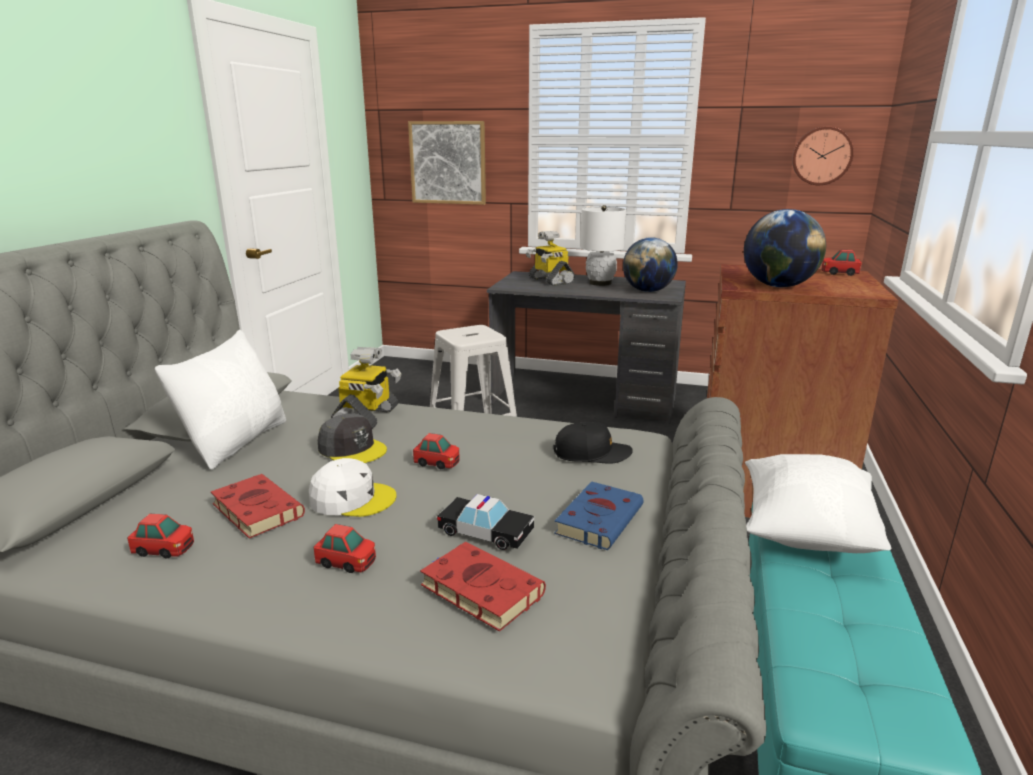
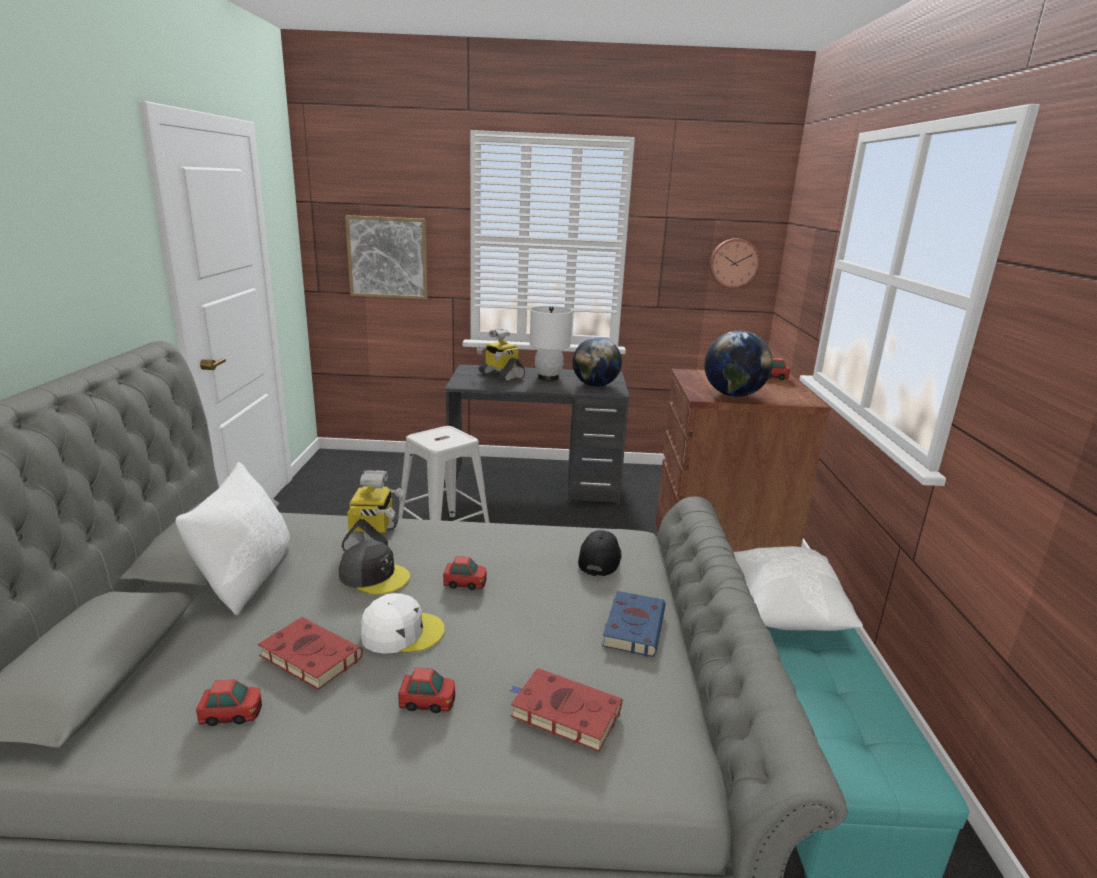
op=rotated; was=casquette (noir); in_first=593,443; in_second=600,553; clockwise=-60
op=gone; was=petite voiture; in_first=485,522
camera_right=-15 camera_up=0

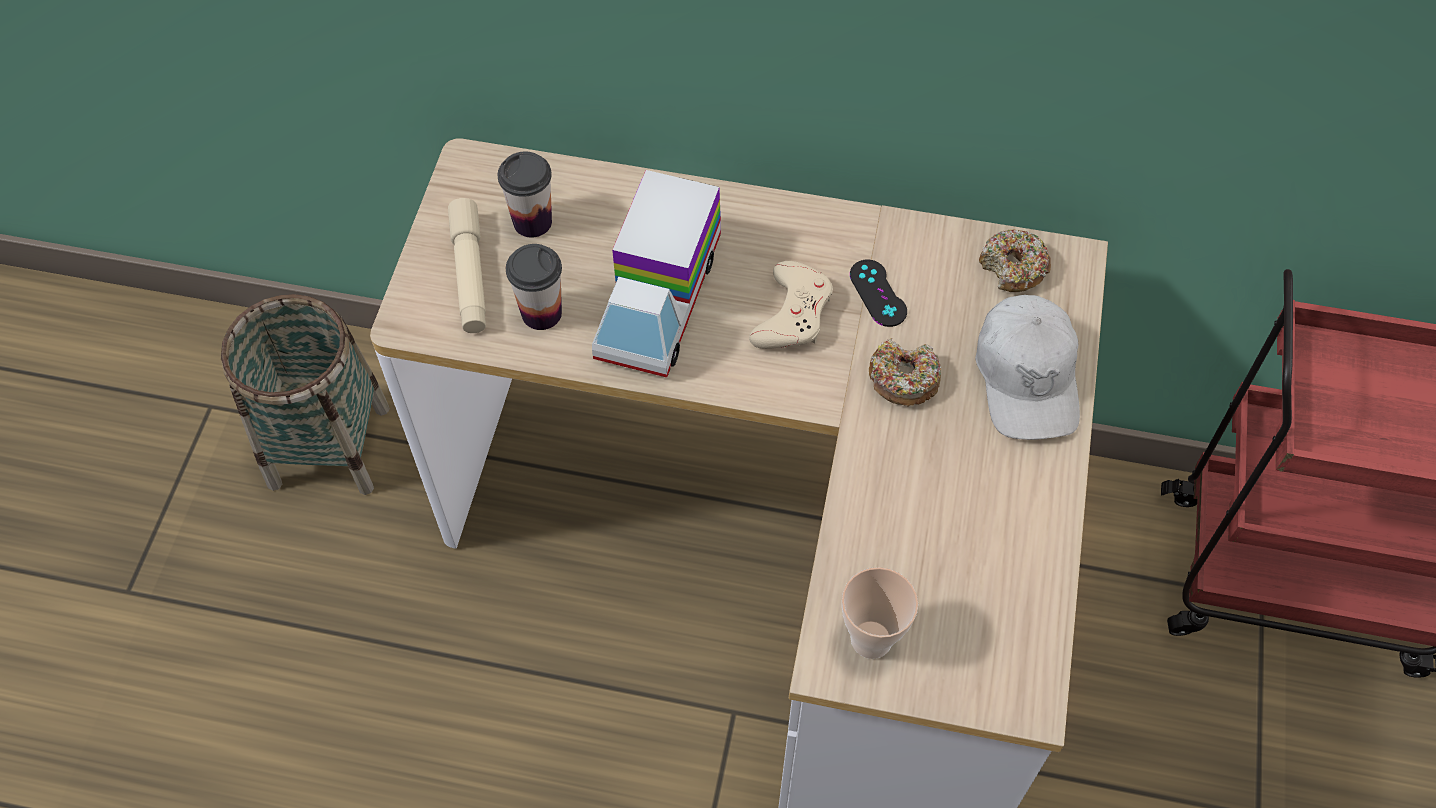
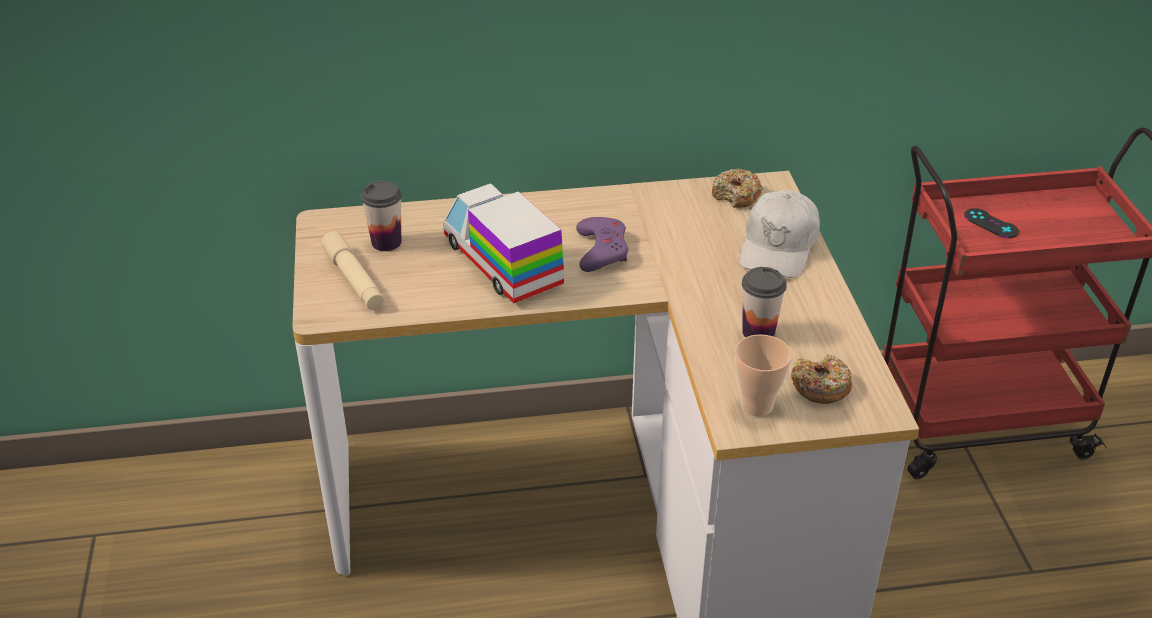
op=rotated; was=camion jouet; in_first=656,274; in_second=503,243; clockwise=150
op=repainted; was=manette (beige); now=manette (violet); in_first=791,305; in_second=602,244
op=rotated; was=casquette (blanc); in_first=1027,367; in_second=779,234; clockwise=45
op=shifted; was=tasse; in_first=534,287; in_second=764,302
op=shifted; was=beignet; in_first=905,372; in_second=821,379
op=shifted; was=manette (noir); in_first=878,293; in_second=991,223
op=gone; was=panier; in_first=305,394
camera_right=-20 camera_up=-20

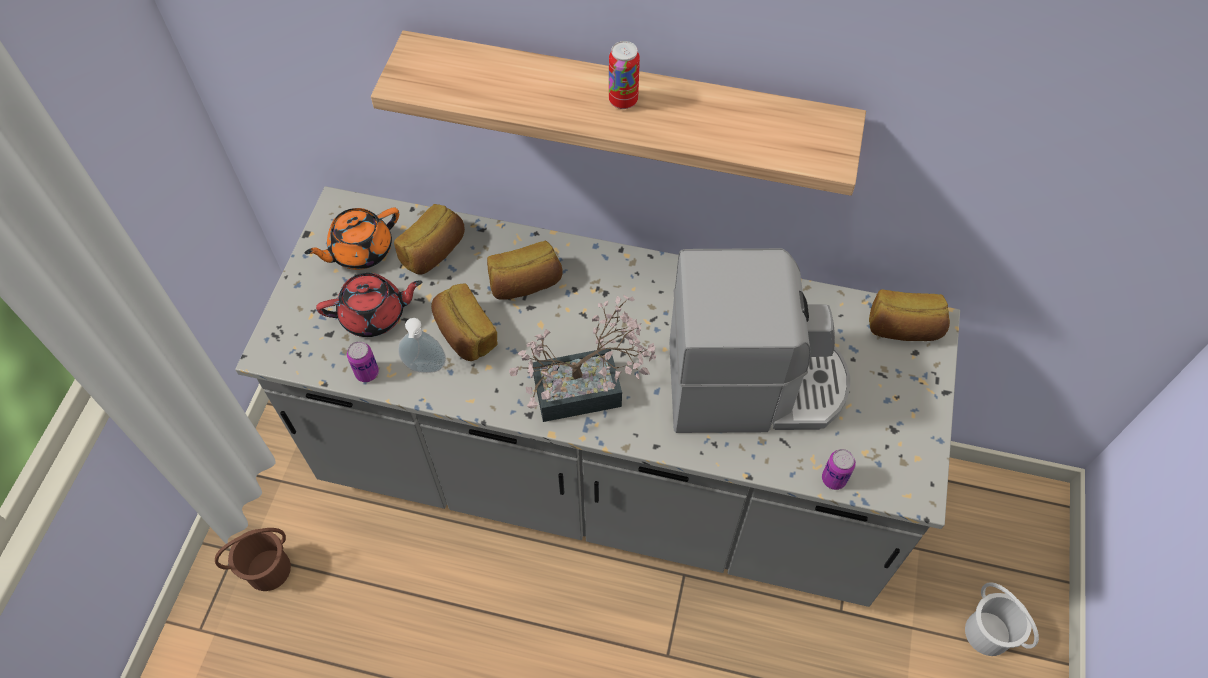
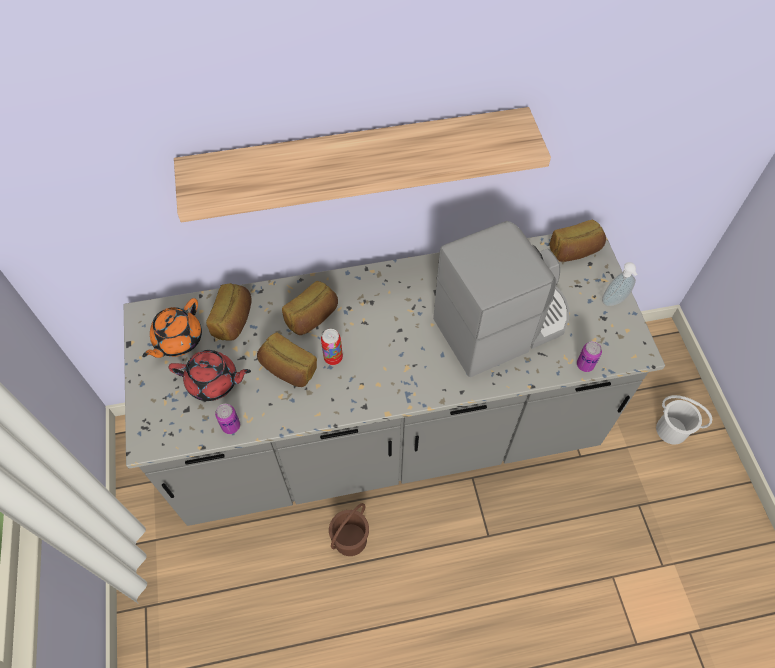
op=rotated; was=théière (rouge); in_first=369,305; in_second=210,375; clockwise=45
op=shifted; was=boîte métallique; in_first=624,75; in_second=332,347
op=shifted; was=seau (marron); in_first=253,559; in_second=349,529
op=shifted; was=distributeur de savon; in_first=422,345; in_second=620,284
op=gone; was=plante en pot; in_first=582,358
camera_right=-25 camera_up=0

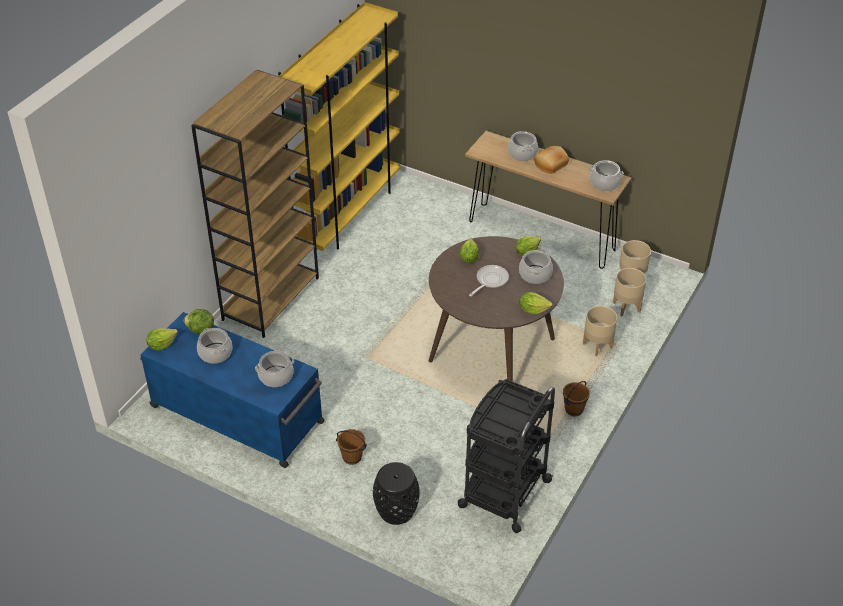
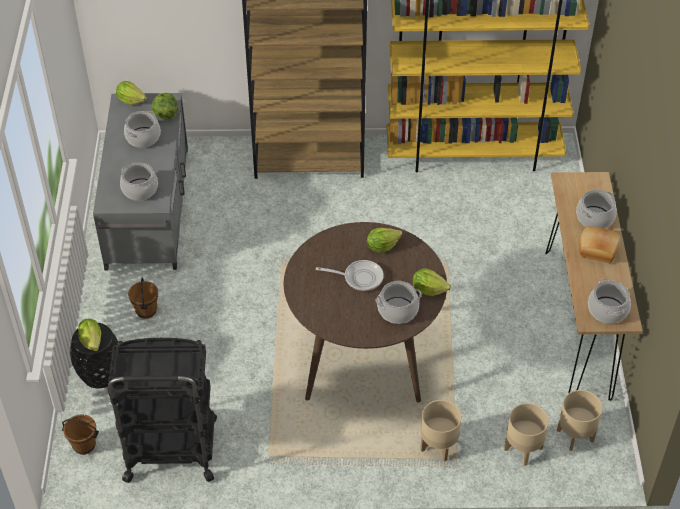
op=shifted; was=seau (marron); in_first=576,398; in_second=80,434
op=shifted; was=laitue; in_first=536,303; in_second=89,335
op=repainted; was=meuble de rangement (bleu); now=meuble de rangement (gris); in_first=232,390; in_second=140,182
camera_right=60 camera_up=5

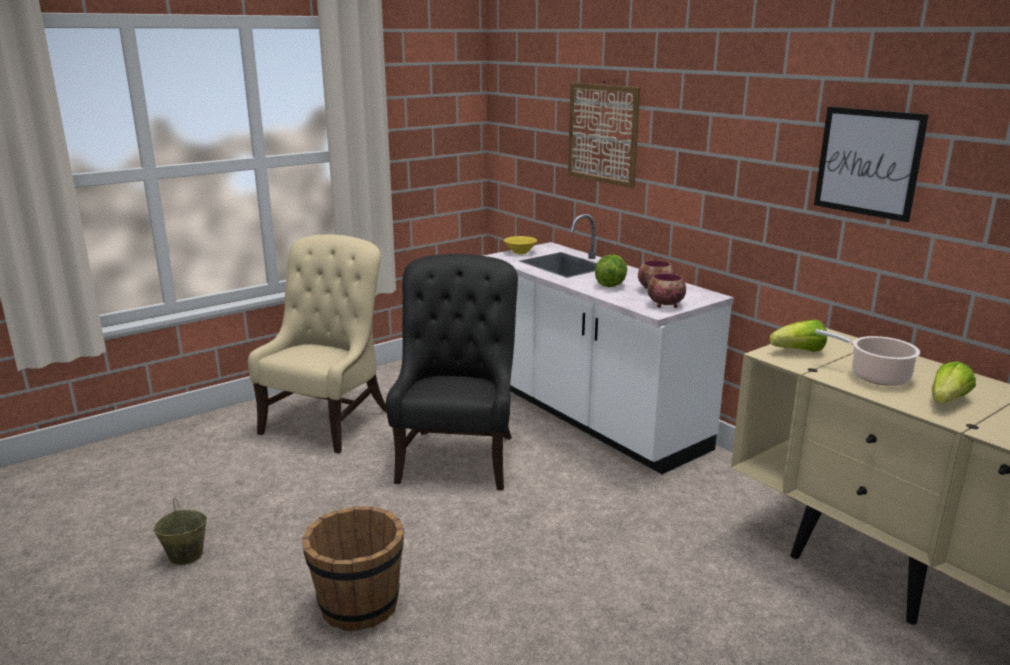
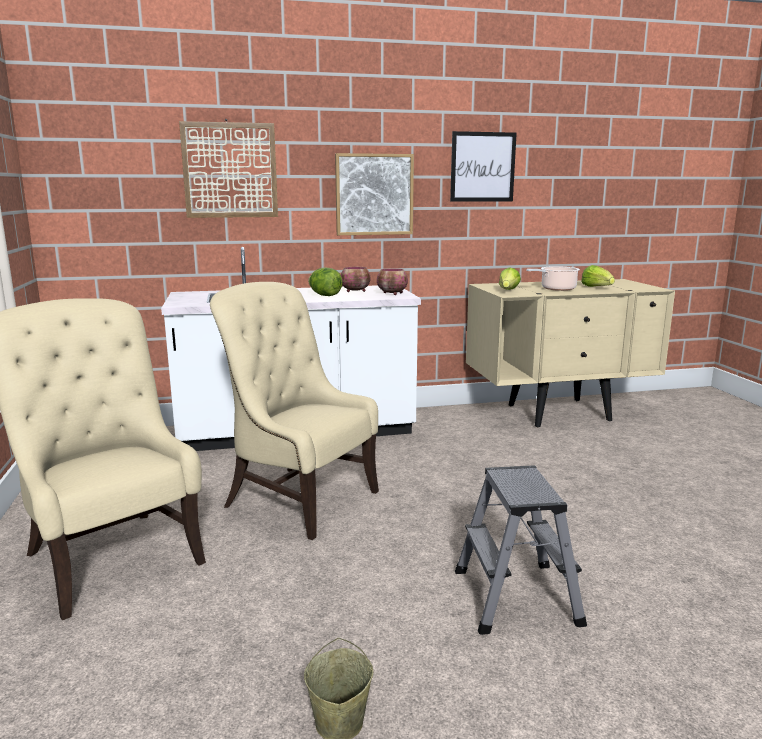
op=repainted; was=chaise (noir); now=chaise (beige); in_first=452,372; in_second=294,411
op=new; now=tableau; in_second=374,194
op=swapped; was=seau (marron); now=escabeau (gris); in_first=353,568; in_second=521,550
op=gone; was=bol (jaune); in_first=520,245
camera_right=-65 camera_up=-5

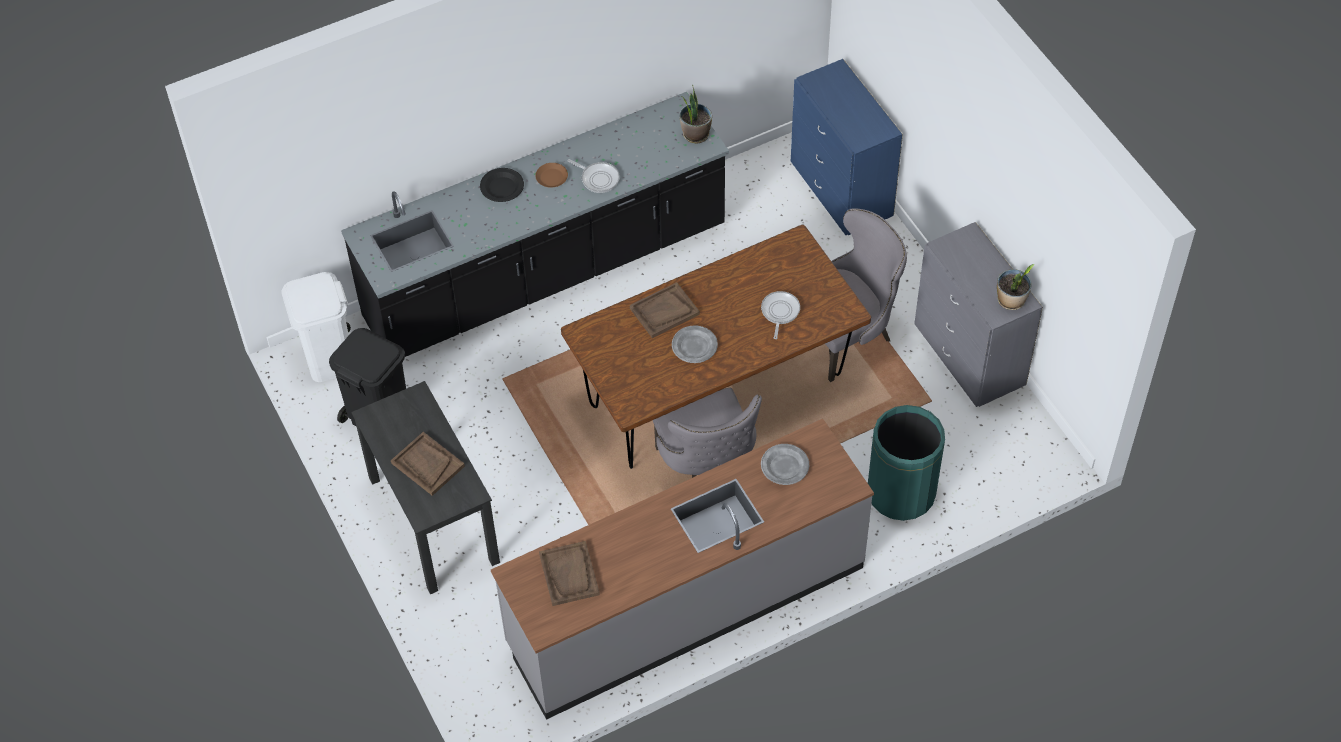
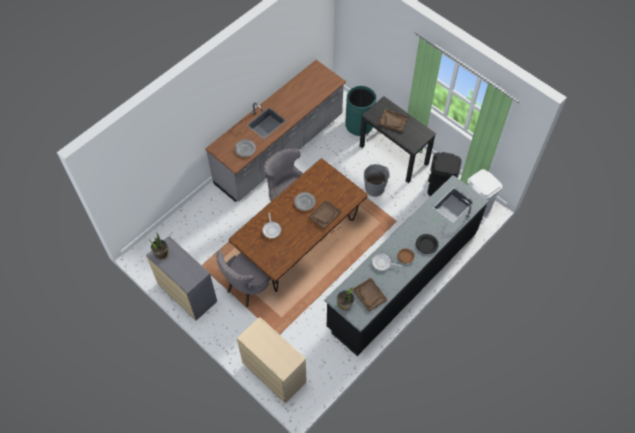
op=repainted; was=commode (bleu); now=commode (beige); in_first=847,147; in_second=272,360
op=shifted; was=poubelle (vert); in_first=906,463; in_second=360,111
op=shifted; was=plateau (marron); in_first=569,573; in_second=369,295
op=new; now=seau (gris); in_second=376,180
camera_right=160 camera_up=5

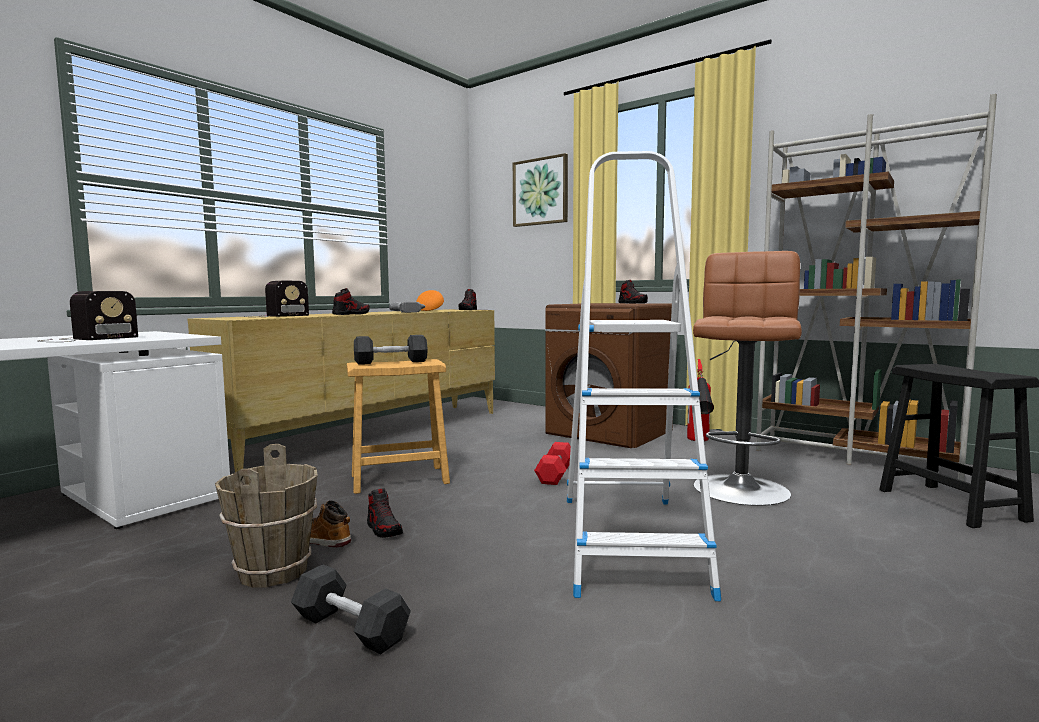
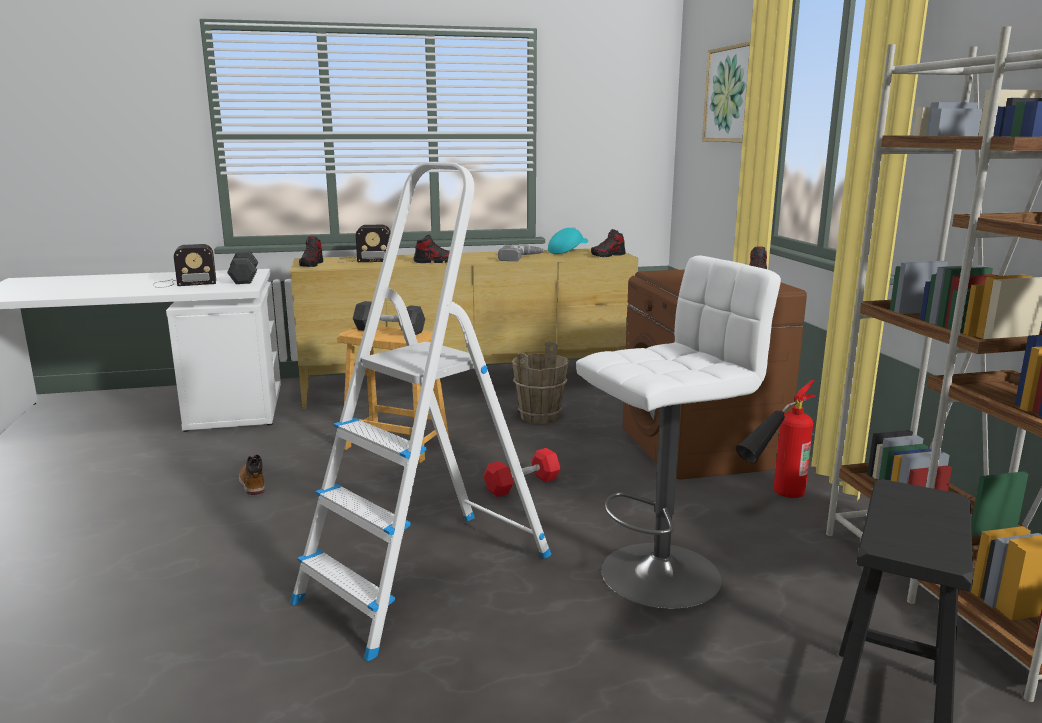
op=shifted; was=haltère (noir); in_first=351,609; in_second=242,267
op=shifted; was=chaussure; in_first=385,513; in_second=311,251
op=shifted; was=seau (marron); in_first=266,516; in_second=540,382
op=repainted; was=casquette (orange); now=casquette (turquoise); in_first=430,300; in_second=568,240
op=repainted; was=tabouret (marron); now=tabouret (blanc); in_first=747,378; in_second=678,432
camera_right=40 camera_up=10

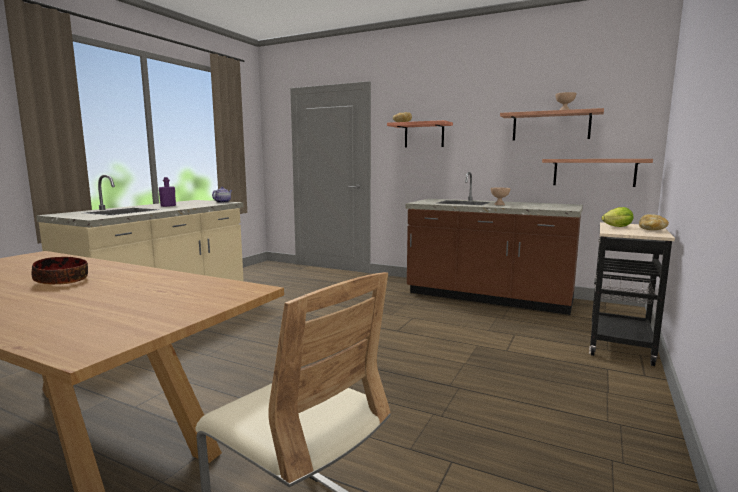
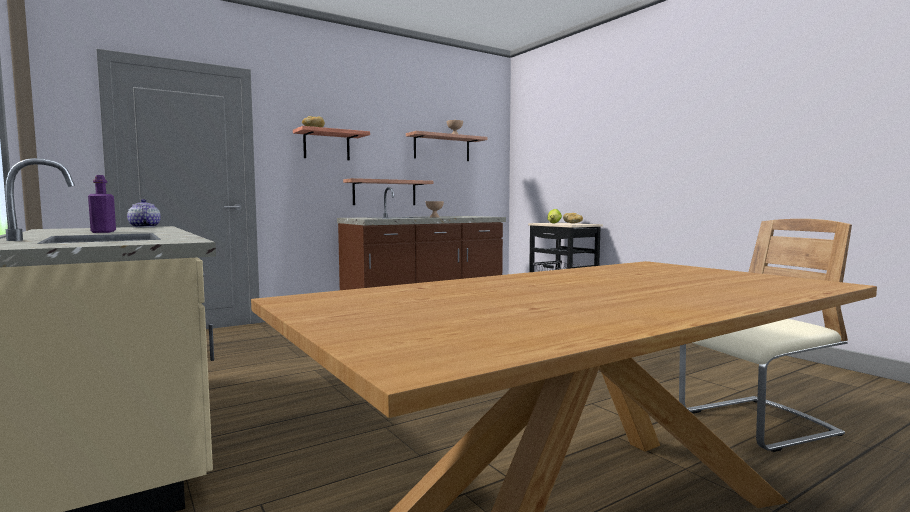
op=shifted; was=étagère; in_first=597,173; in_second=388,191
op=gone; was=bol; in_first=59,271
camera_right=-60 camera_up=-5

